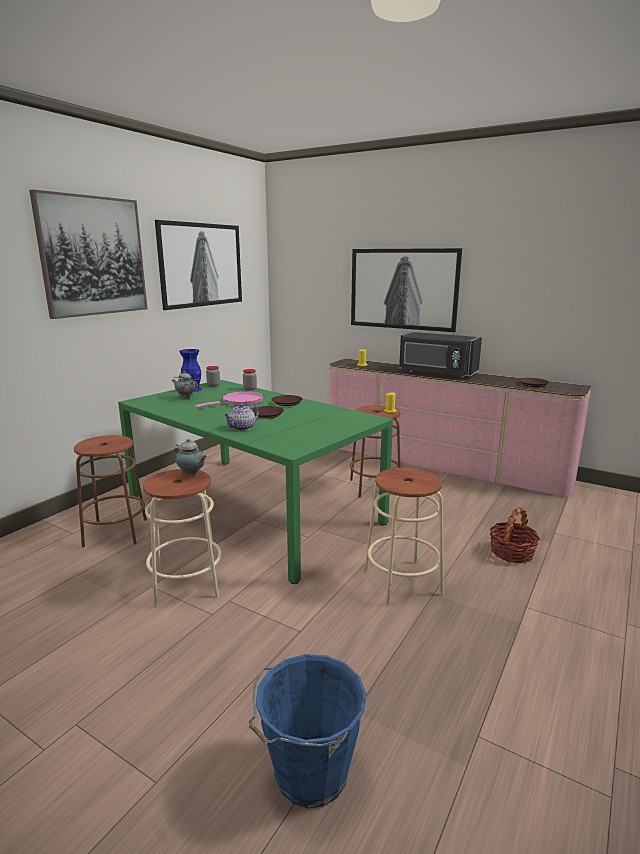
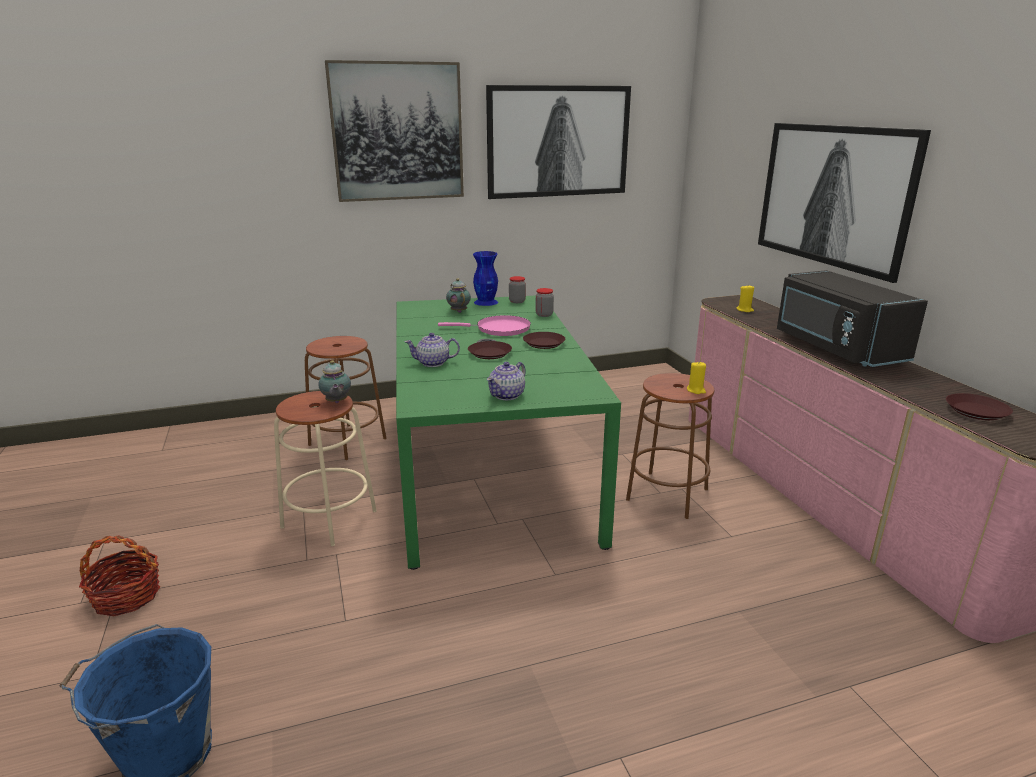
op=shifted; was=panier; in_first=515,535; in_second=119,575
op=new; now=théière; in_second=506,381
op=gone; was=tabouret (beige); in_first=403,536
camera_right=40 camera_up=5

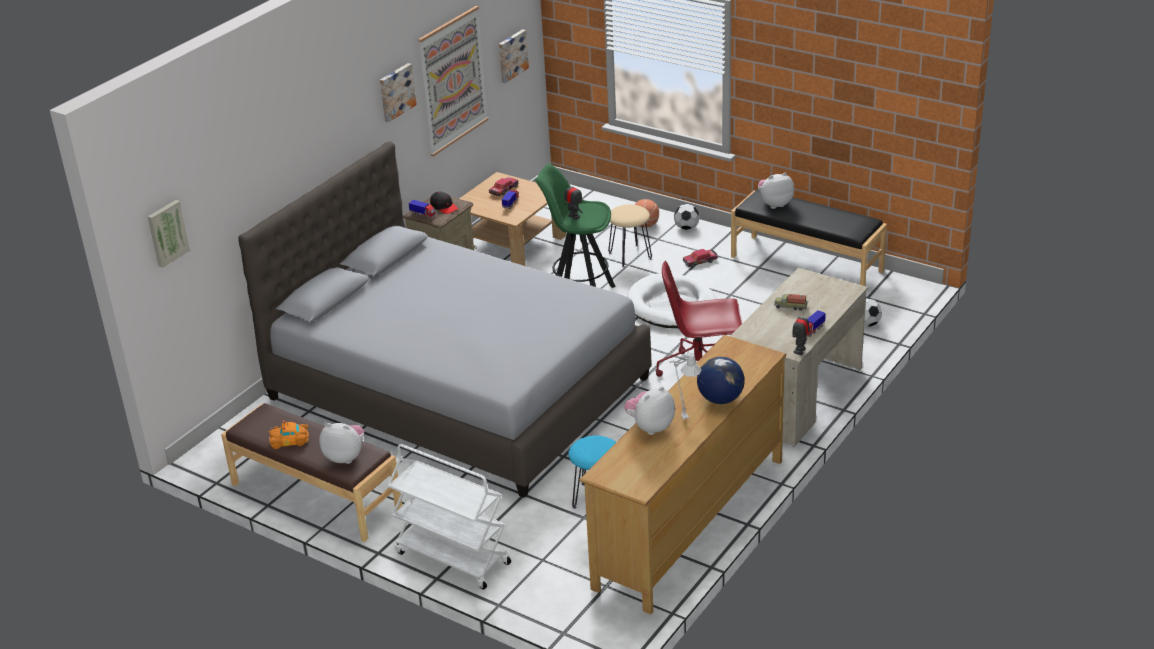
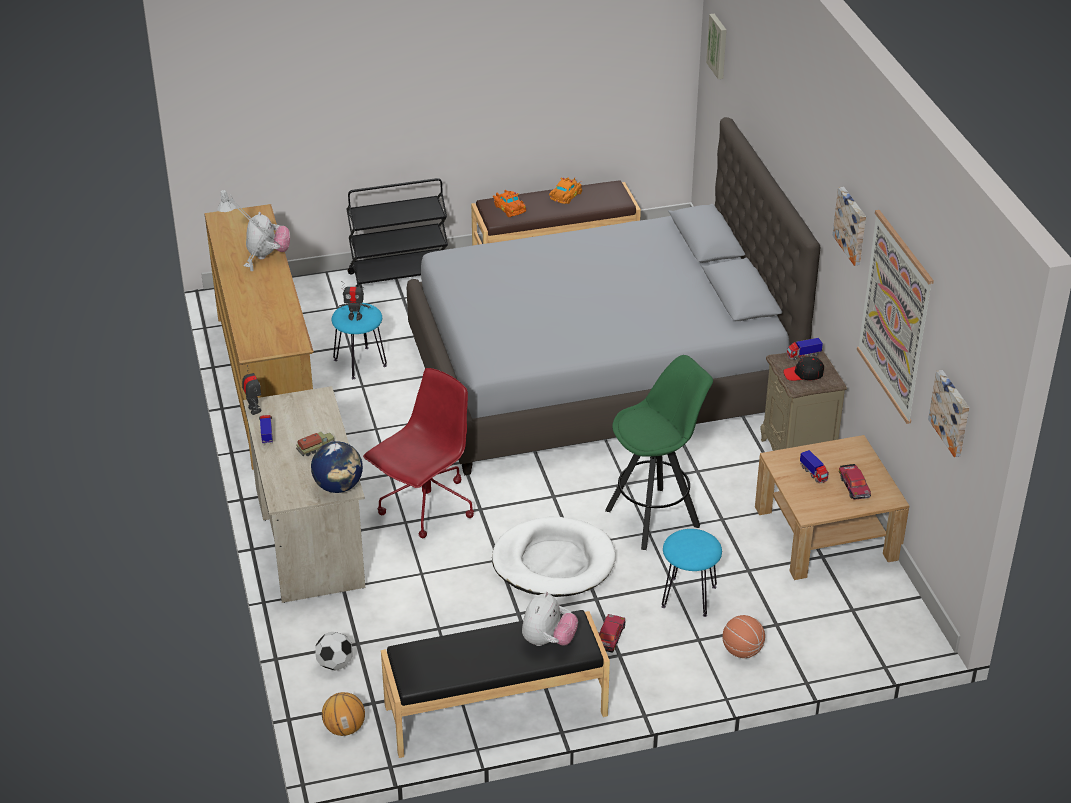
op=shifted; was=globe; in_first=721,380; in_second=337,467
op=new; now=ballon de basket; in_second=343,714
op=shifted; was=robot jouet; in_first=573,200; in_second=354,301
op=repainted; was=chariot (blanc); now=chariot (noir); in_first=449,516; in_second=397,233
op=swapped; was=peluche; now=petite voiture (orange); in_first=341,443; in_second=509,203
op=repainted; was=tabouret (beige); now=tabouret (turquoise); in_first=630,236; in_second=691,573
op=gone; was=ballon de foot; in_first=687,217
camera_right=130 camera_up=5

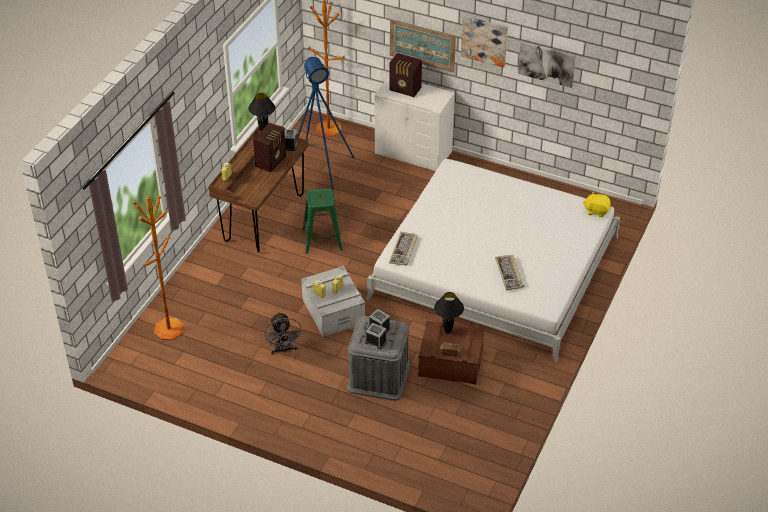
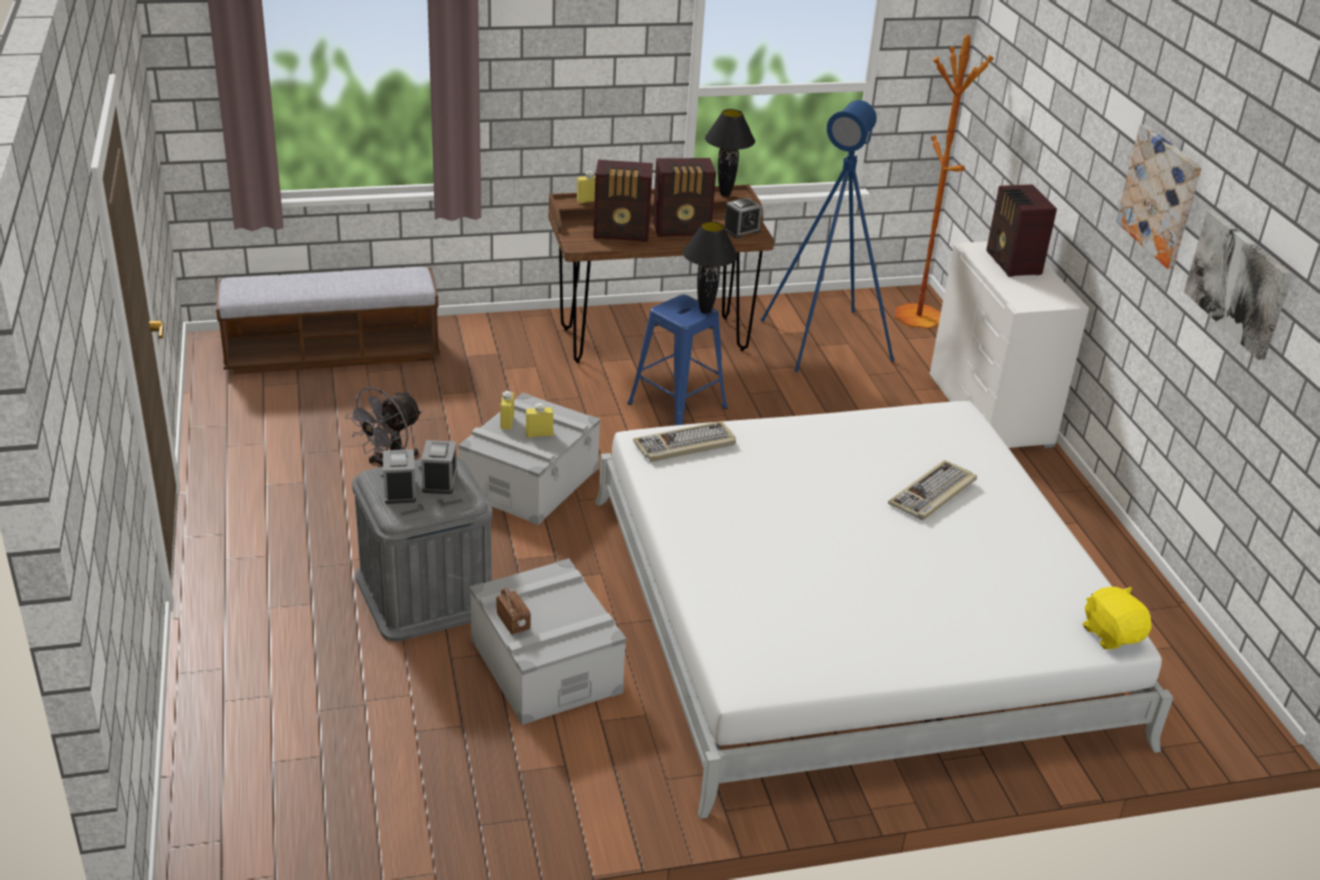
op=swapped; was=portant (orange); now=banc; in_first=158,268; in_second=328,320
op=repainted; was=boîte de rangement (marron); now=boîte de rangement (gris); in_first=451,352; in_second=548,641
op=new; now=radio; in_second=623,201
op=repainted; was=tabouret (vert); now=tabouret (bleu); in_first=322,221; in_second=677,360
op=shifted; was=lampe de table (noir); in_first=449,313; in_second=710,267
op=shifted; was=clavier; in_first=509,272; in_second=932,490
op=gone; was=tableau; in_first=423,46
camera_right=50 camera_up=-10

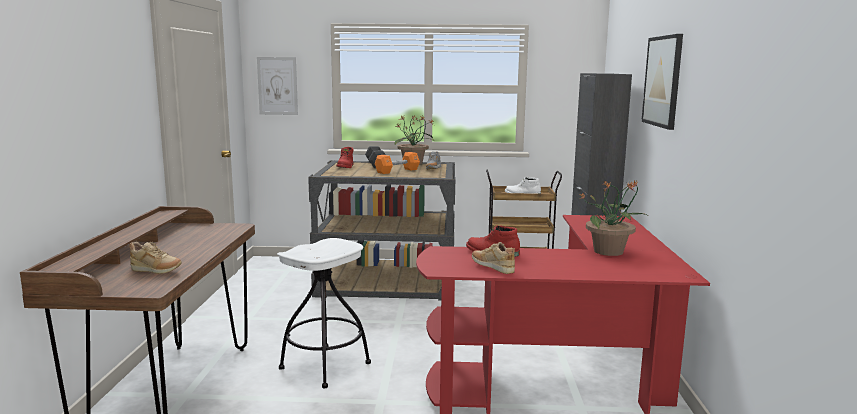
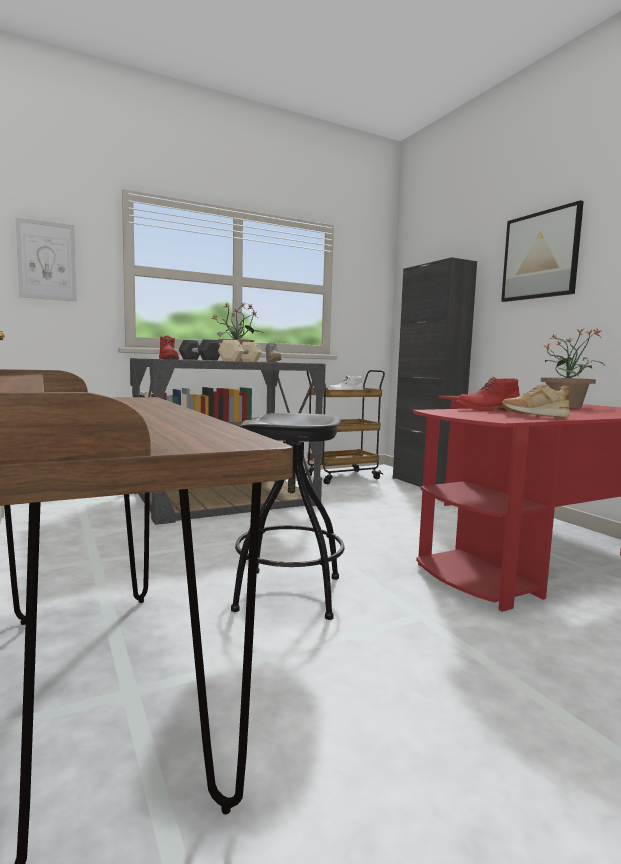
op=repainted; was=haltère (orange); now=haltère (beige); in_first=397,163; in_second=240,351
op=repainted; was=tabouret (blanc); now=tabouret (noir); in_first=324,313; in_second=288,516
op=gone; was=chaussure (beige); in_first=156,258
camera_right=-30 camera_up=-5

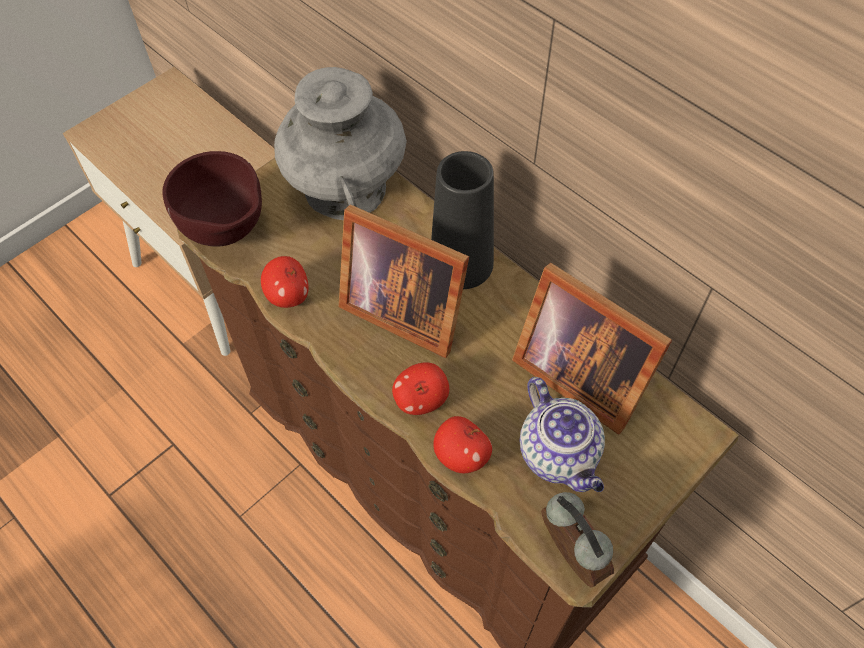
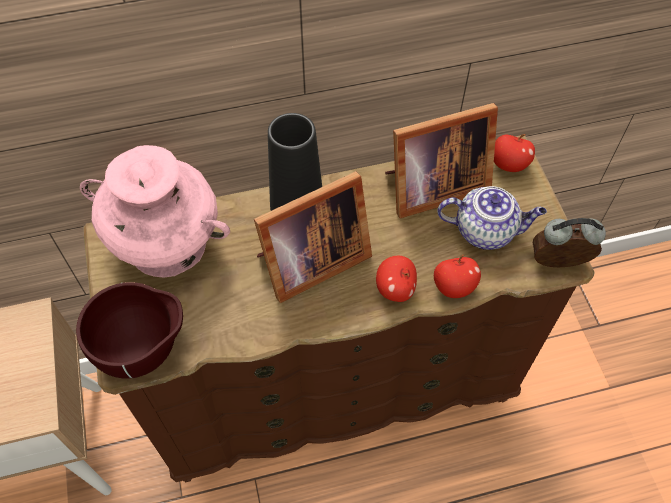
op=repainted; was=vase (gris); now=vase (rose); in_first=340,143; in_second=155,211
op=shifted; was=pomme; in_first=285,282; in_second=514,153
camera_right=-60 camera_up=0

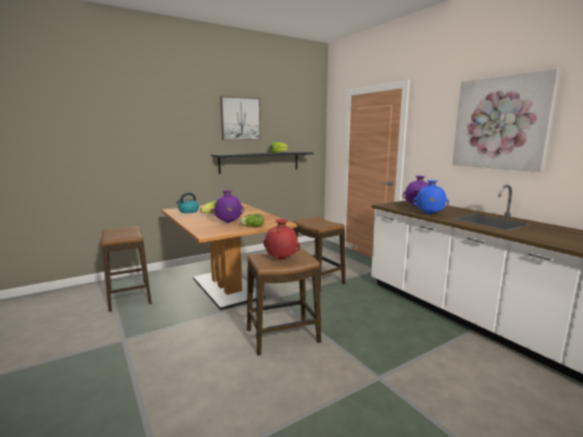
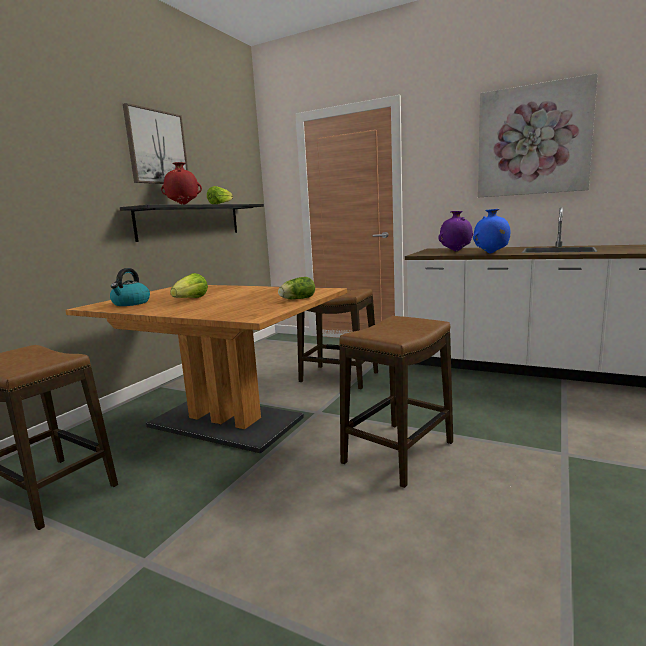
op=shifted; was=vase (rouge); in_first=281,239; in_second=181,183
op=gone; was=vase (violet); in_first=228,206
camera_right=-30 camera_up=0

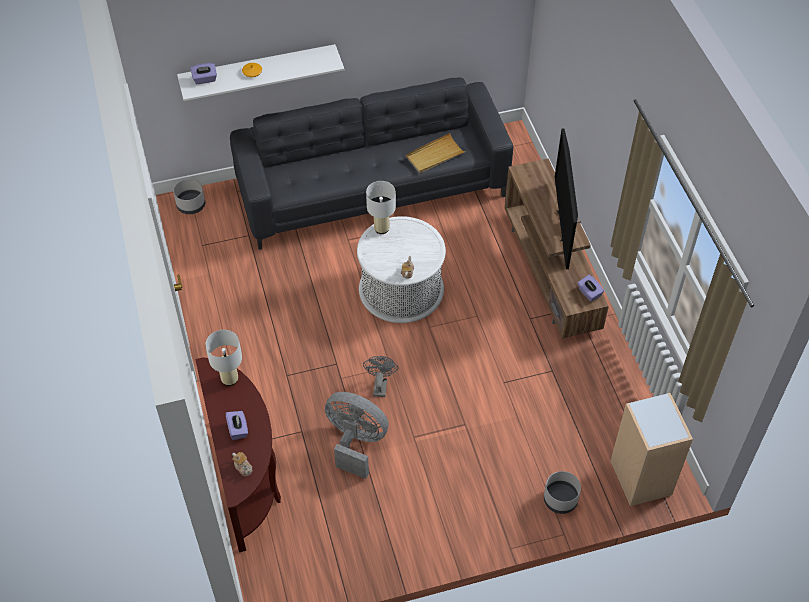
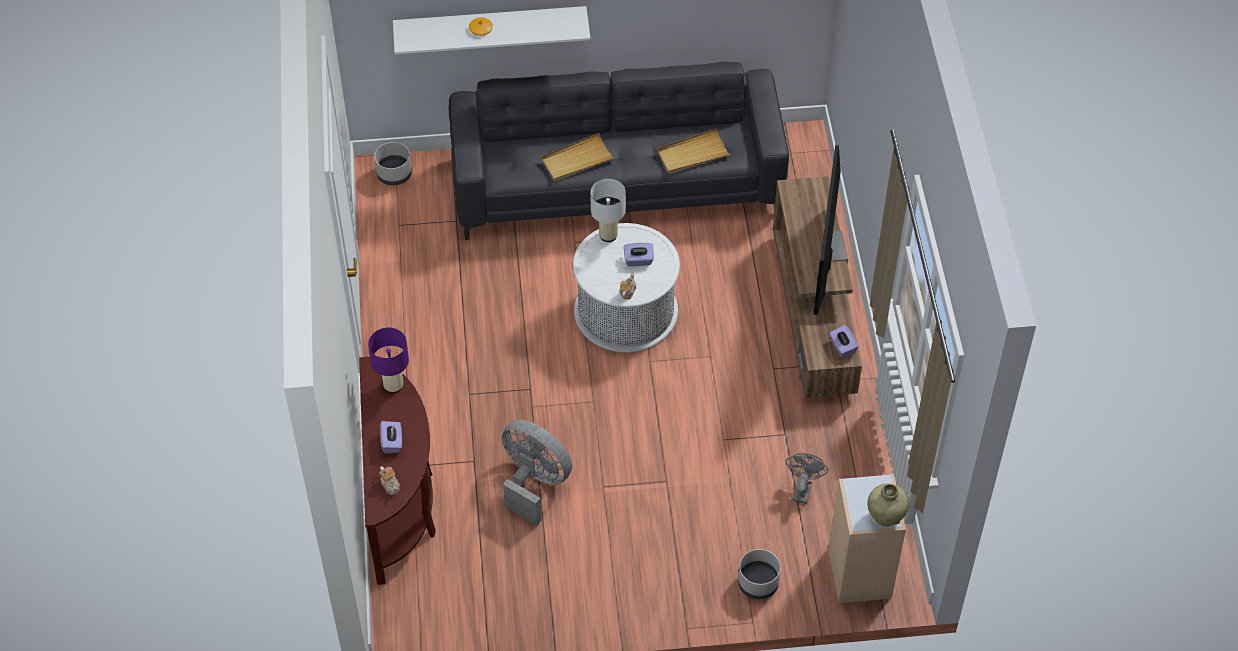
op=repainted; was=lampe de table (blanc); now=lampe de table (violet); in_first=224,358; in_second=388,360
op=new; now=plateau (beige); in_second=578,157
op=shifted; was=boîte à mouchoirs (violet); in_first=203,73; in_second=639,254
op=shifted; was=ventilateur (gris); in_first=380,376; in_second=806,478
op=new; now=vase (beige); in_second=888,504
camera_right=10 camera_up=0

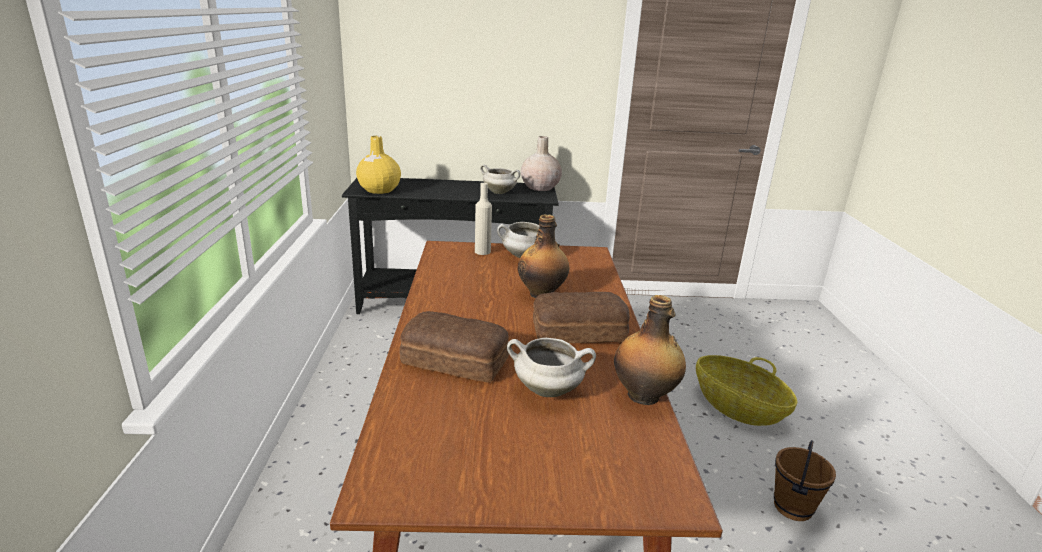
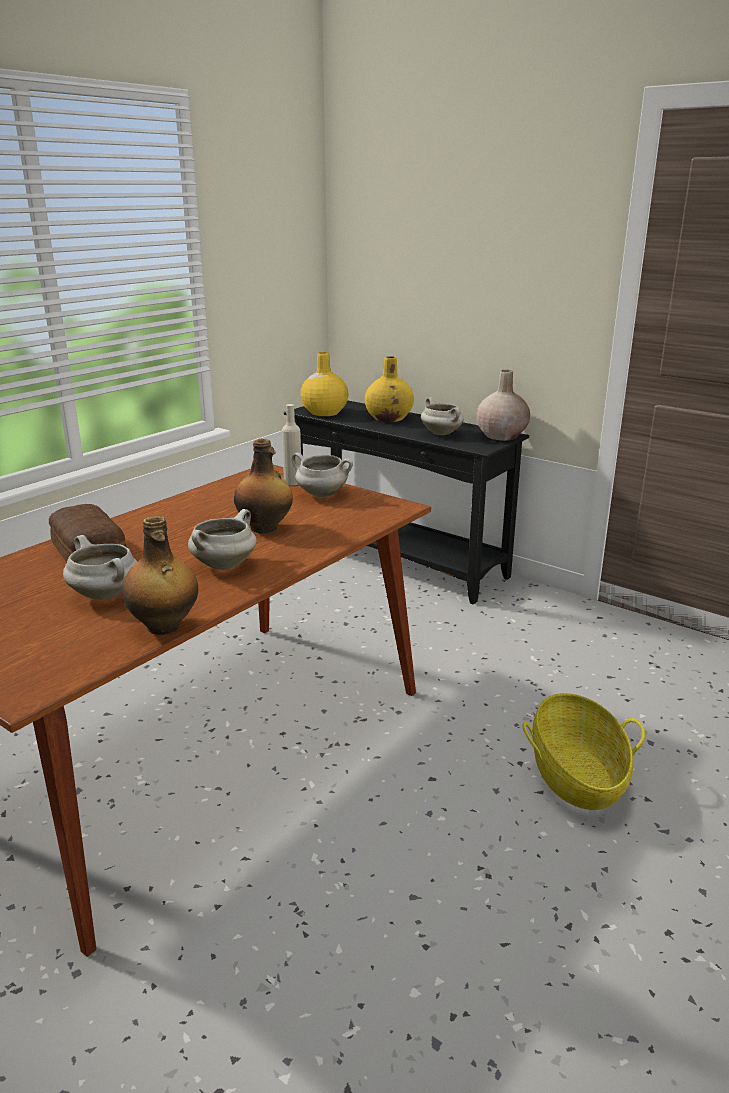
op=swapped; was=pain; now=marmite (blanc); in_first=581,317; in_second=222,539
op=new; now=vase (jaune); in_second=389,389
op=gone; was=seau (marron); in_first=805,480
camera_right=40 camera_up=0

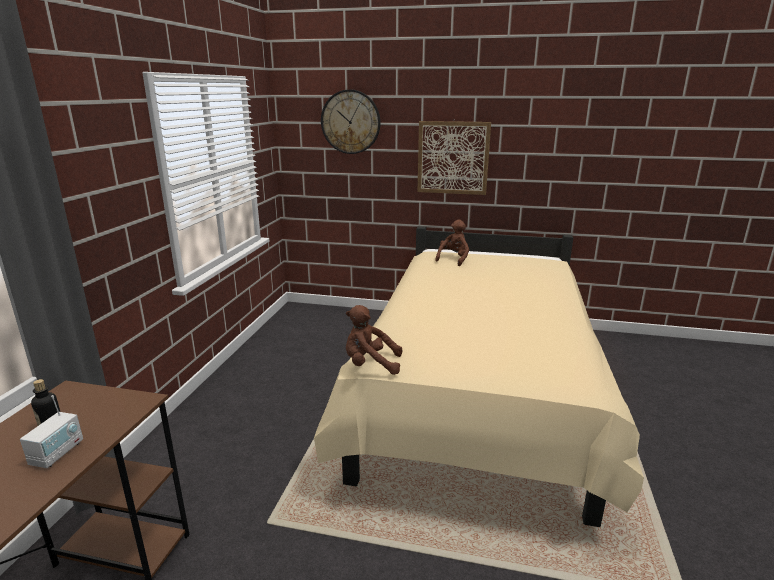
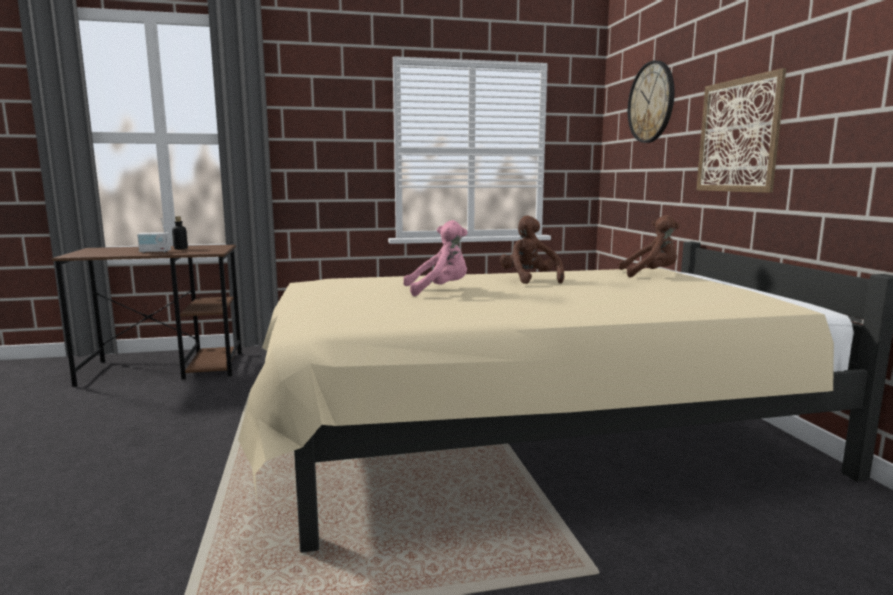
op=new; now=peluche (rose); in_second=435,258
op=shifted; was=peluche (marron); in_first=374,340; in_second=532,249
camera_right=65 camera_up=-10

